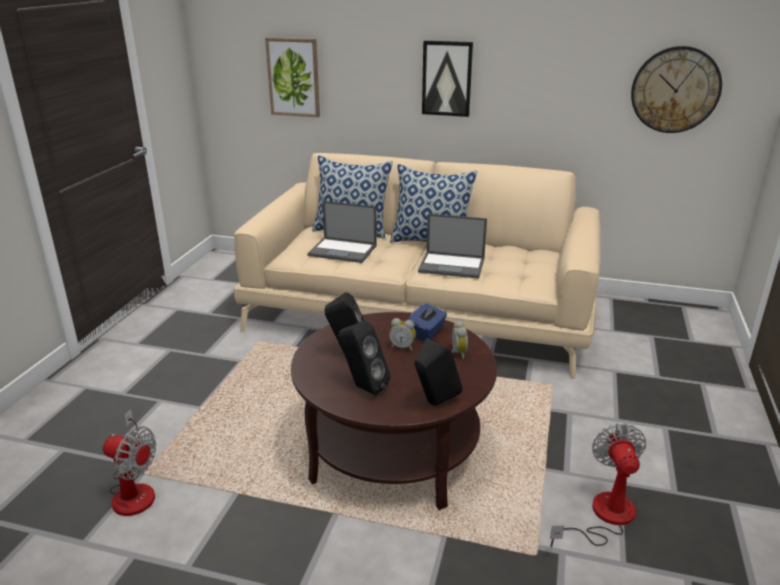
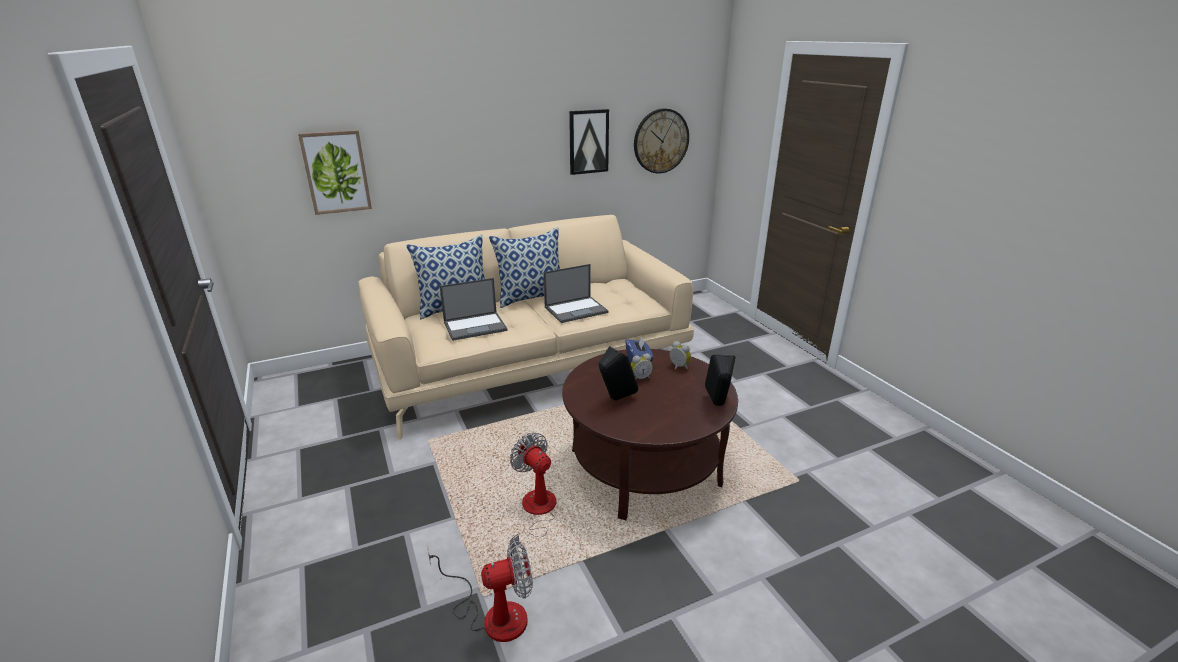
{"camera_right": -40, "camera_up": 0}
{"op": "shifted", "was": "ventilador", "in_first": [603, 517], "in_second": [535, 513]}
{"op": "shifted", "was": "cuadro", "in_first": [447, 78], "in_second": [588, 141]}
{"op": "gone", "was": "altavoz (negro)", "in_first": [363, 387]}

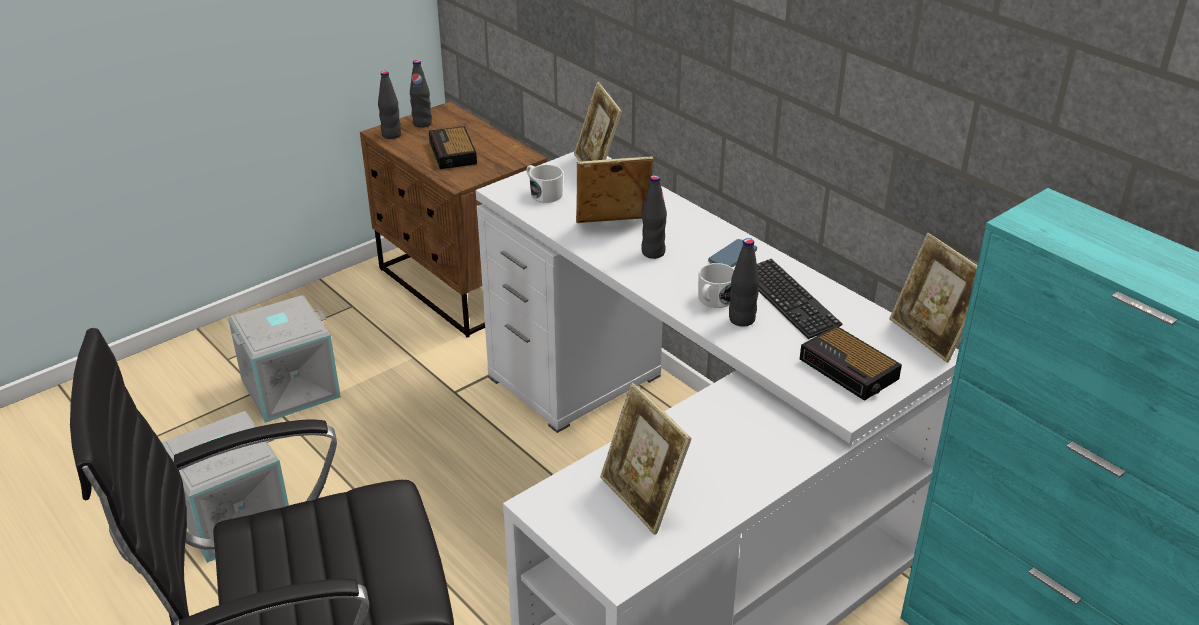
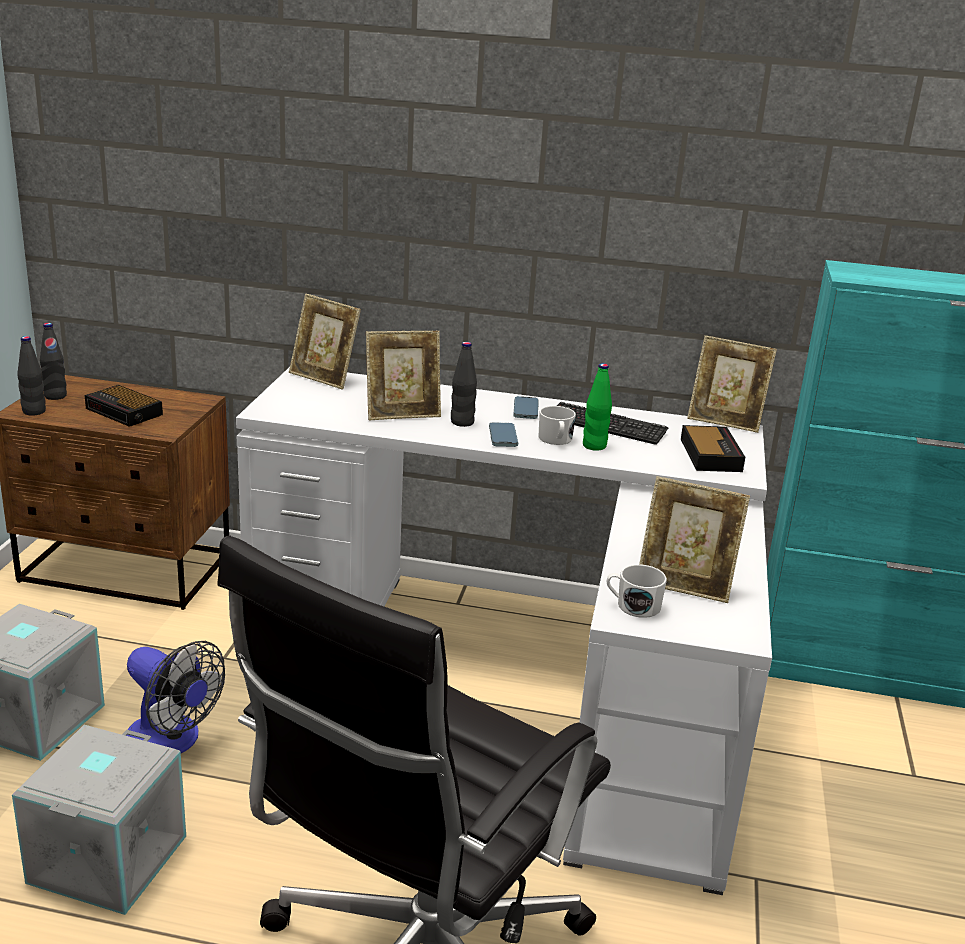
{"camera_right": -40, "camera_up": -10}
{"op": "new", "now": "ventilador", "in_second": [172, 741]}
{"op": "rotated", "was": "portarretratos", "in_first": [613, 227], "in_second": [402, 413], "clockwise": -150}
{"op": "new", "now": "móvil", "in_second": [503, 437]}
{"op": "repainted", "was": "botella (negro)", "now": "botella (verde)", "in_first": [742, 319], "in_second": [594, 446]}
{"op": "shifted", "was": "taza grande (blanco)", "in_first": [543, 193], "in_second": [633, 605]}
{"op": "rotated", "was": "despertador", "in_first": [850, 370], "in_second": [710, 454], "clockwise": -105}

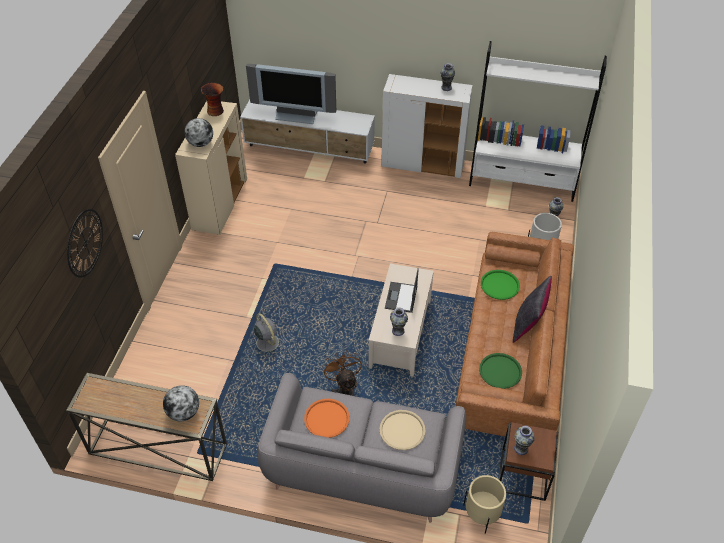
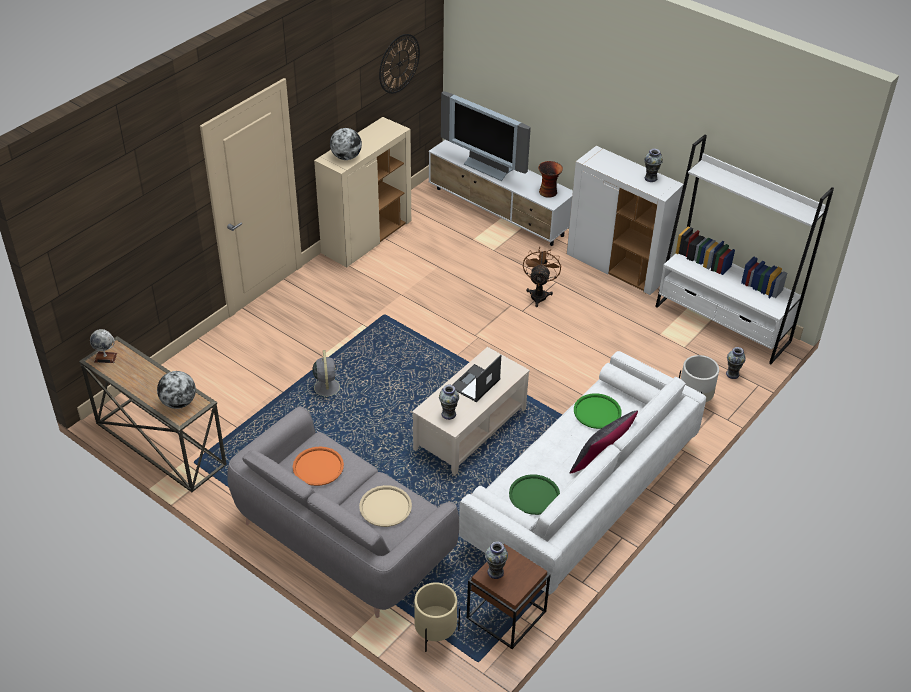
{"camera_right": 25, "camera_up": -5}
{"op": "new", "now": "globo terráqueo", "in_second": [105, 357]}
{"op": "shifted", "was": "reloj de pared", "in_first": [85, 243], "in_second": [399, 63]}
{"op": "repainted", "was": "sofá (marrón)", "now": "sofá (blanco)", "in_first": [512, 352], "in_second": [581, 493]}
{"op": "shifted", "was": "ventilador (marrón)", "in_first": [344, 390], "in_second": [539, 294]}
{"op": "shifted", "was": "florero", "in_first": [215, 111], "in_second": [548, 192]}

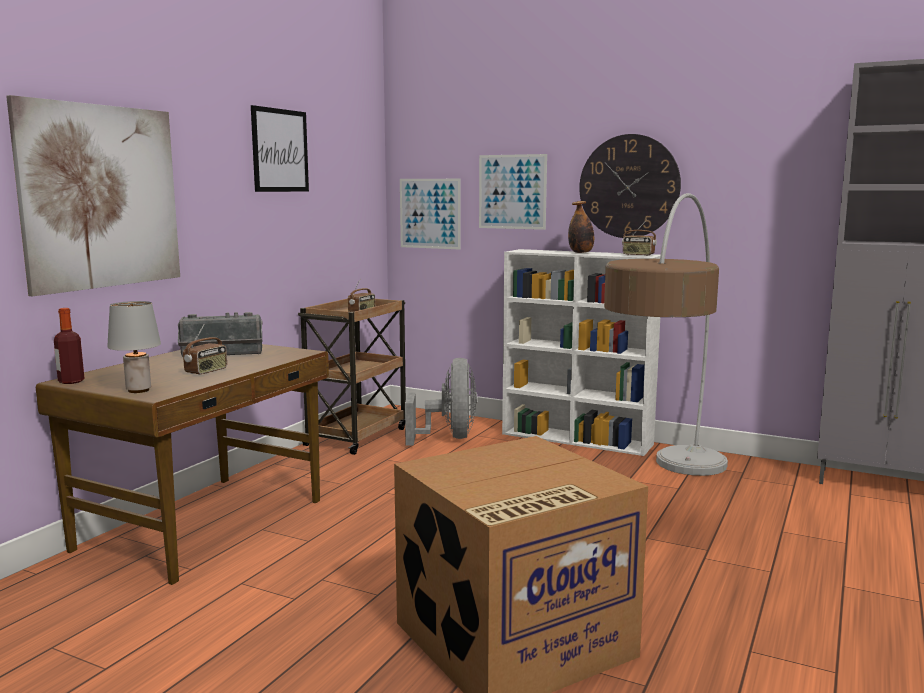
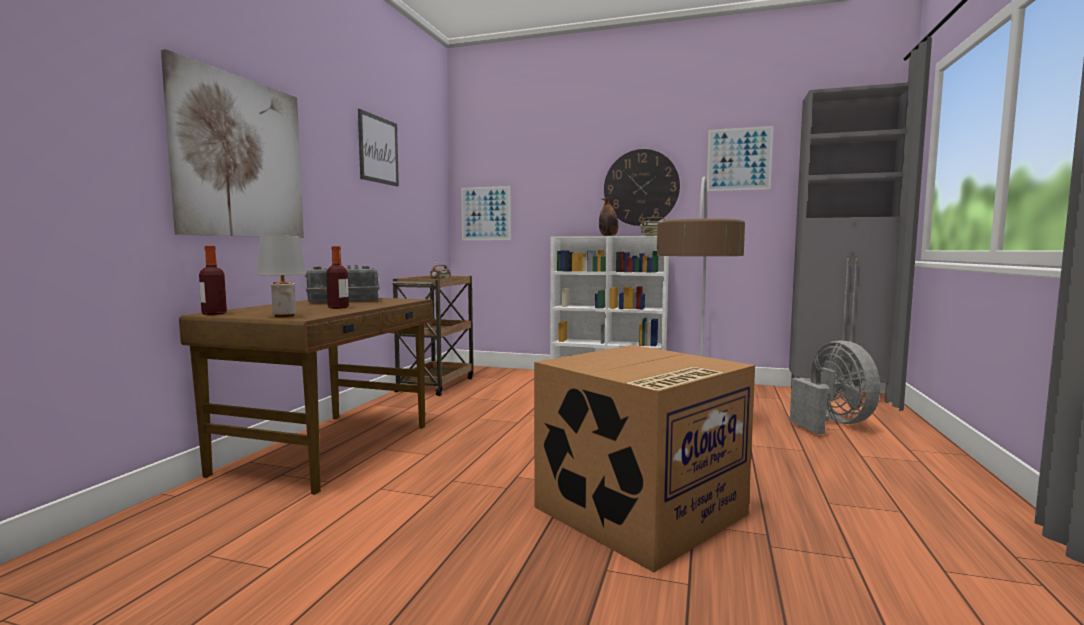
{"camera_right": -10, "camera_up": -5}
{"op": "swapped", "was": "radio", "now": "botella", "in_first": [206, 371], "in_second": [338, 307]}
{"op": "shifted", "was": "cuadro", "in_first": [512, 192], "in_second": [739, 159]}
{"op": "shifted", "was": "ventilador (gris)", "in_first": [449, 437], "in_second": [832, 423]}

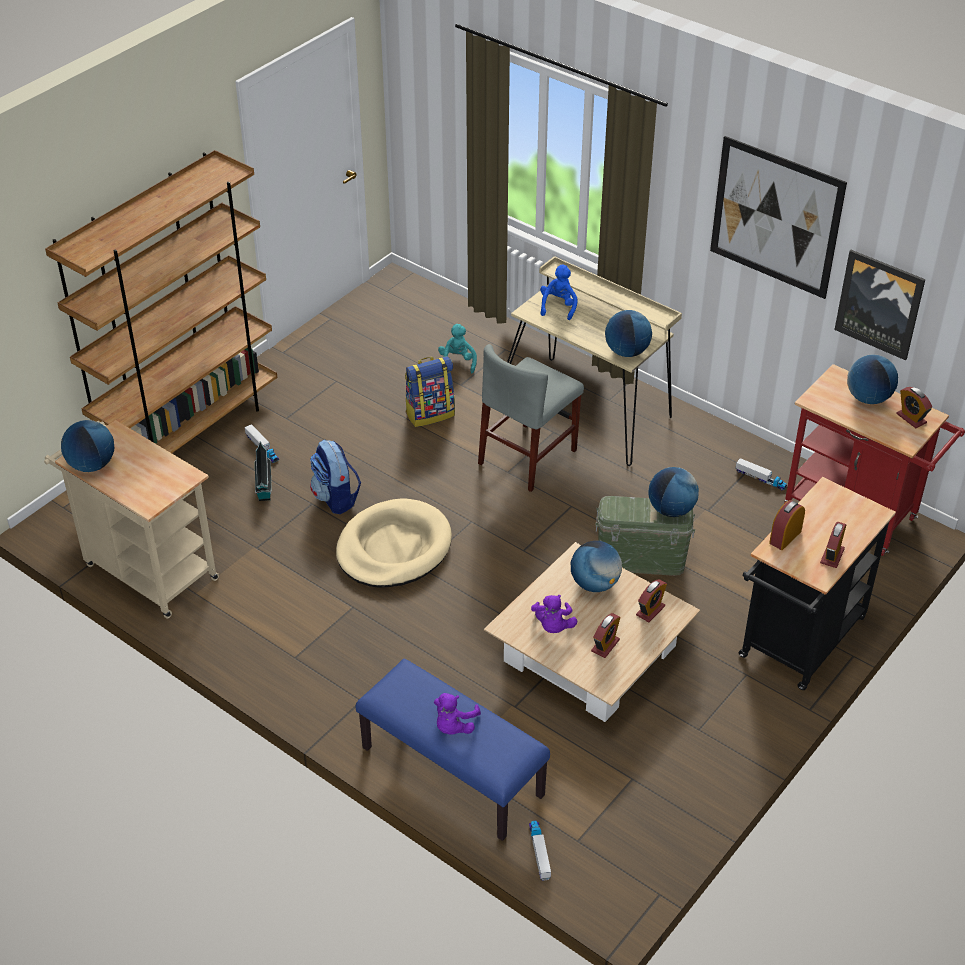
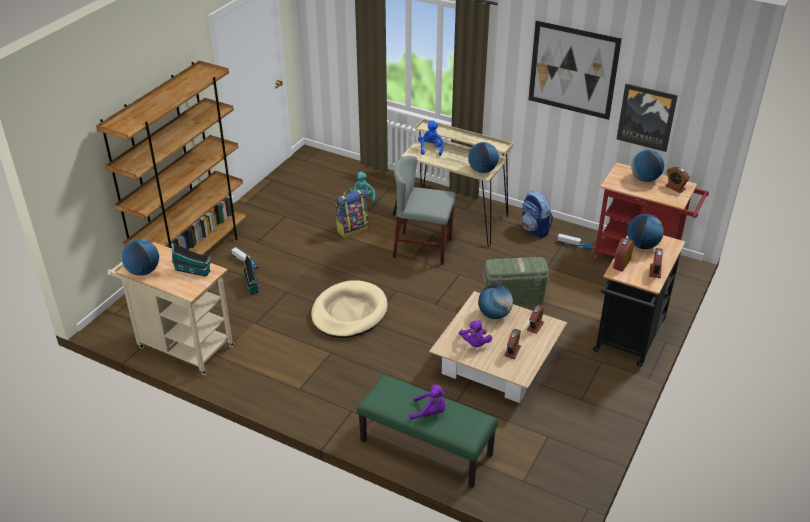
{"camera_right": -10, "camera_up": -5}
{"op": "new", "now": "casita", "in_second": [194, 271]}
{"op": "repainted", "was": "banco (azul)", "now": "banco (verde)", "in_first": [451, 772], "in_second": [425, 448]}
{"op": "rotated", "was": "silla (gris)", "in_first": [528, 457], "in_second": [422, 248], "clockwise": 75}
{"op": "rotated", "was": "peluche (morado)", "in_first": [454, 726], "in_second": [430, 412], "clockwise": -90}
{"op": "shifted", "was": "mochila", "in_first": [336, 498], "in_second": [535, 230]}
{"op": "shifted", "was": "globo terráqueo", "in_first": [671, 510], "in_second": [642, 245]}
{"op": "gone", "was": "camión de juguete", "in_first": [539, 852]}

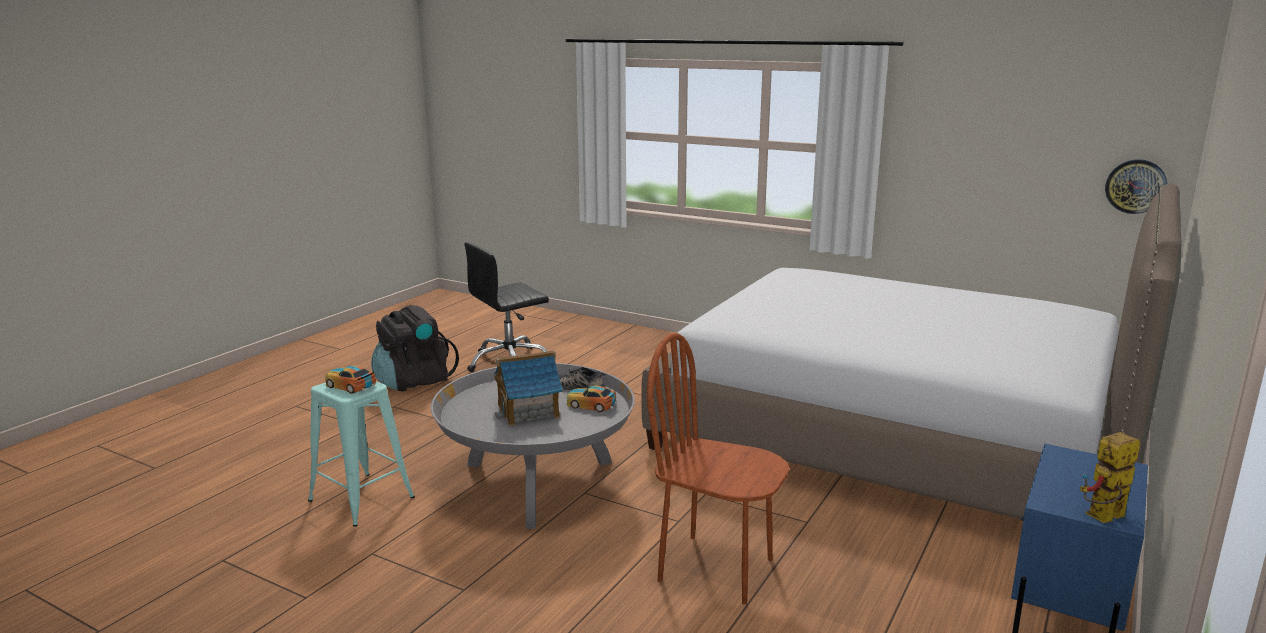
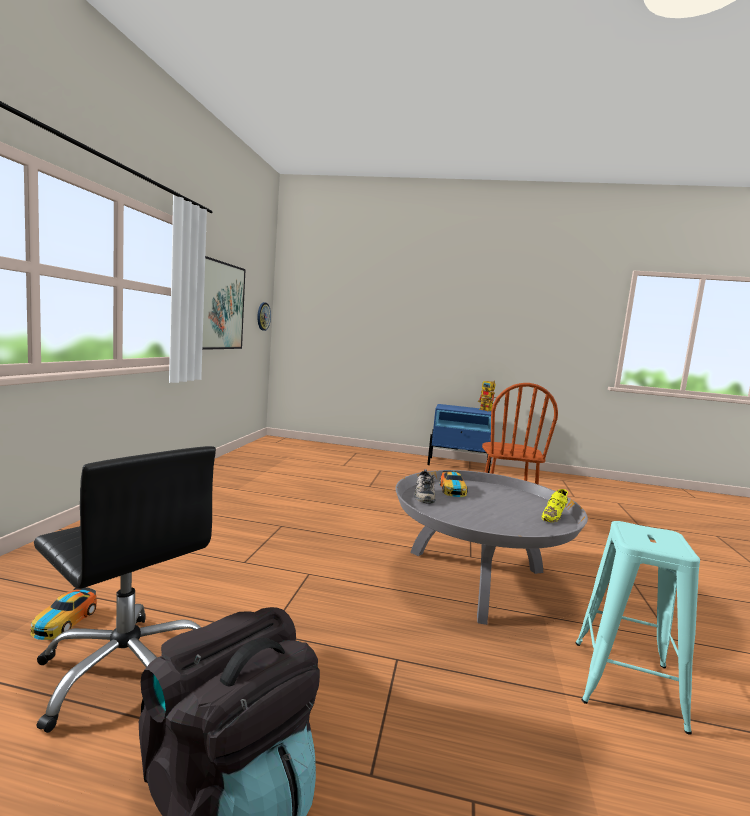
{"camera_right": -110, "camera_up": -10}
{"op": "shifted", "was": "coche de juguete", "in_first": [350, 385], "in_second": [64, 621]}
{"op": "new", "now": "cuadro", "in_second": [219, 306]}
{"op": "new", "now": "zapato (amarillo)", "in_second": [554, 517]}
{"op": "gone", "was": "casita", "in_first": [528, 411]}
{"op": "gone", "was": "cama", "in_first": [895, 438]}

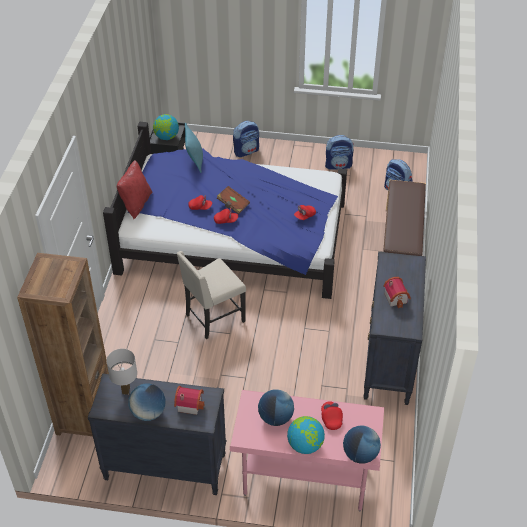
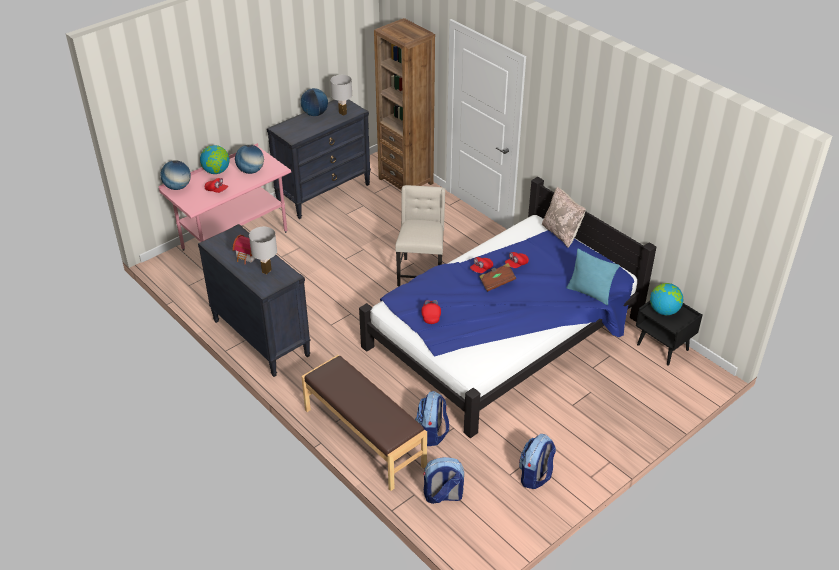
{"camera_right": 130, "camera_up": -5}
{"op": "new", "now": "lámpara de mesa (blanco)", "in_second": [266, 271]}
{"op": "shifted", "was": "mochila", "in_first": [246, 151], "in_second": [432, 433]}
{"op": "repainted", "was": "cojín (rojo)", "now": "cojín (beis)", "in_first": [136, 204], "in_second": [561, 233]}
{"op": "gone", "was": "casita", "in_first": [189, 403]}

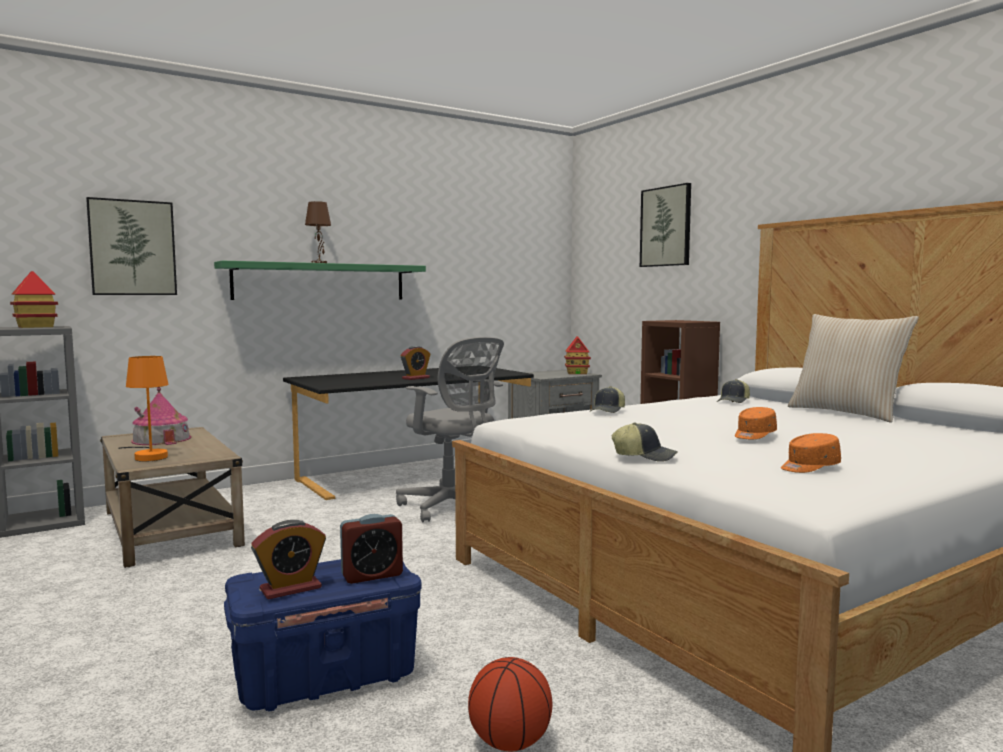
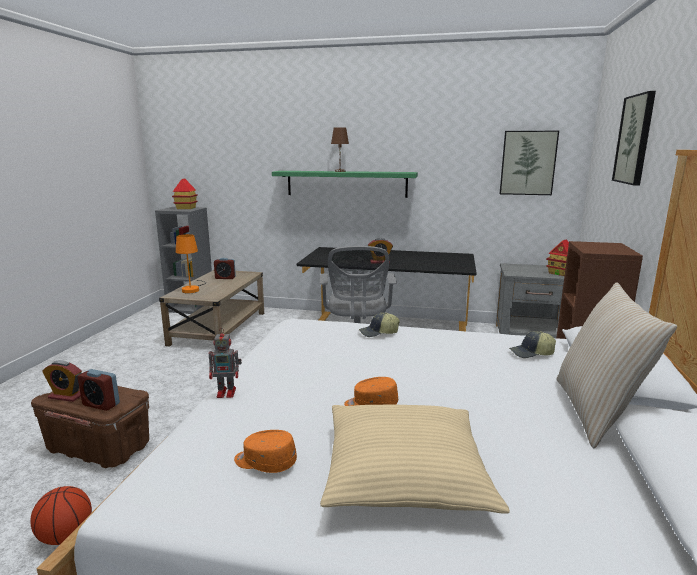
{"camera_right": 45, "camera_up": 10}
{"op": "repainted", "was": "caja de almacenaje (azul)", "now": "caja de almacenaje (marrón)", "in_first": [327, 677], "in_second": [100, 448]}
{"op": "swapped", "was": "gorra", "now": "robot de juguete", "in_first": [645, 456], "in_second": [227, 392]}
{"op": "swapped", "was": "casita", "now": "despertador", "in_first": [161, 439], "in_second": [225, 278]}
{"op": "new", "now": "cojín (beis)", "in_second": [404, 472]}
{"op": "shifted", "was": "cuadro", "in_first": [132, 248], "in_second": [528, 163]}

